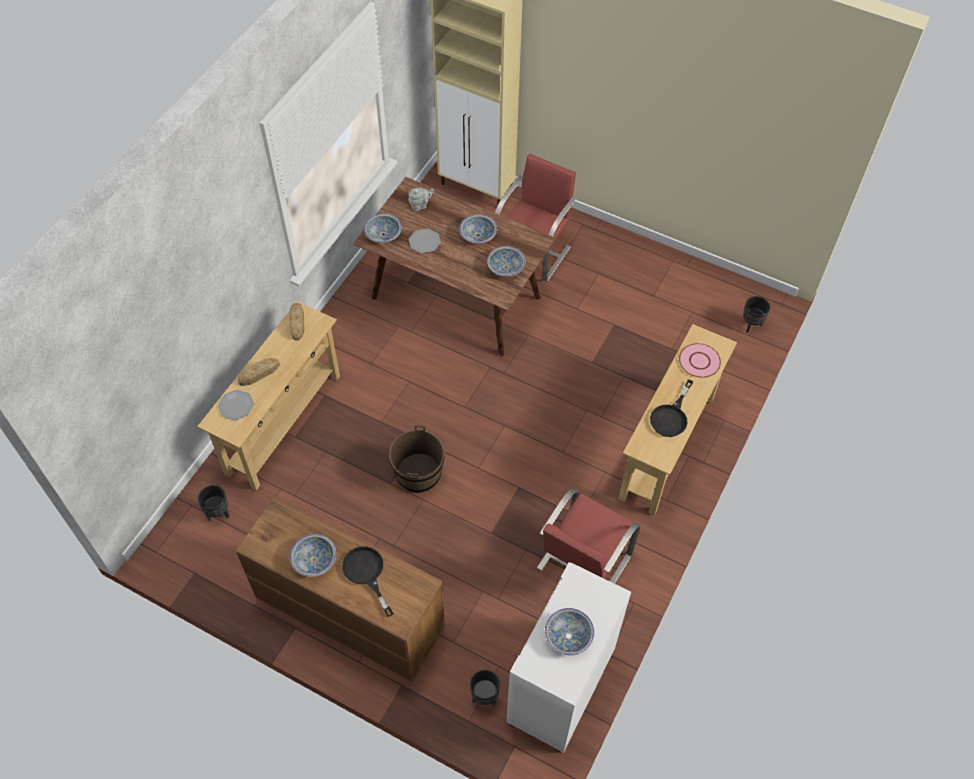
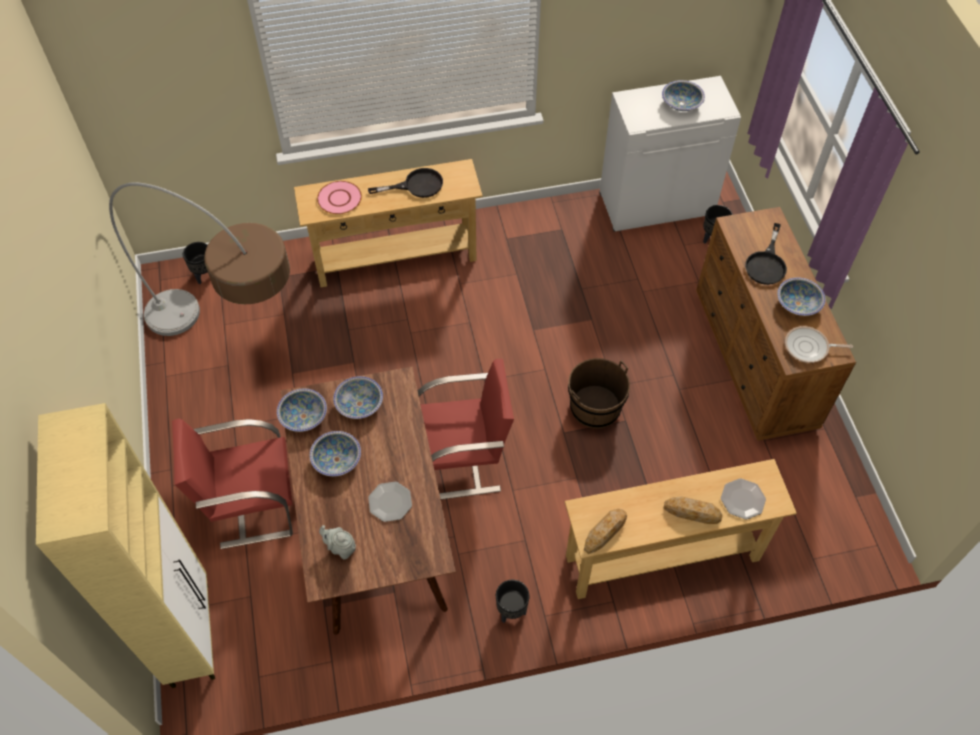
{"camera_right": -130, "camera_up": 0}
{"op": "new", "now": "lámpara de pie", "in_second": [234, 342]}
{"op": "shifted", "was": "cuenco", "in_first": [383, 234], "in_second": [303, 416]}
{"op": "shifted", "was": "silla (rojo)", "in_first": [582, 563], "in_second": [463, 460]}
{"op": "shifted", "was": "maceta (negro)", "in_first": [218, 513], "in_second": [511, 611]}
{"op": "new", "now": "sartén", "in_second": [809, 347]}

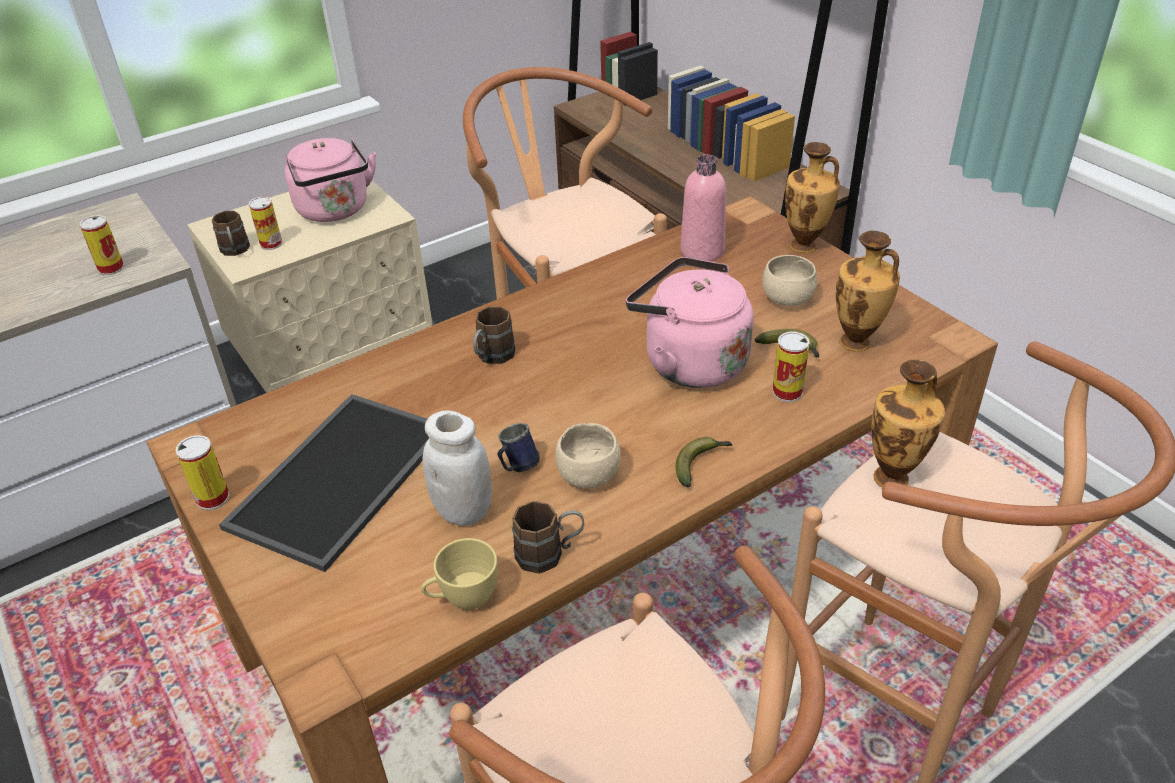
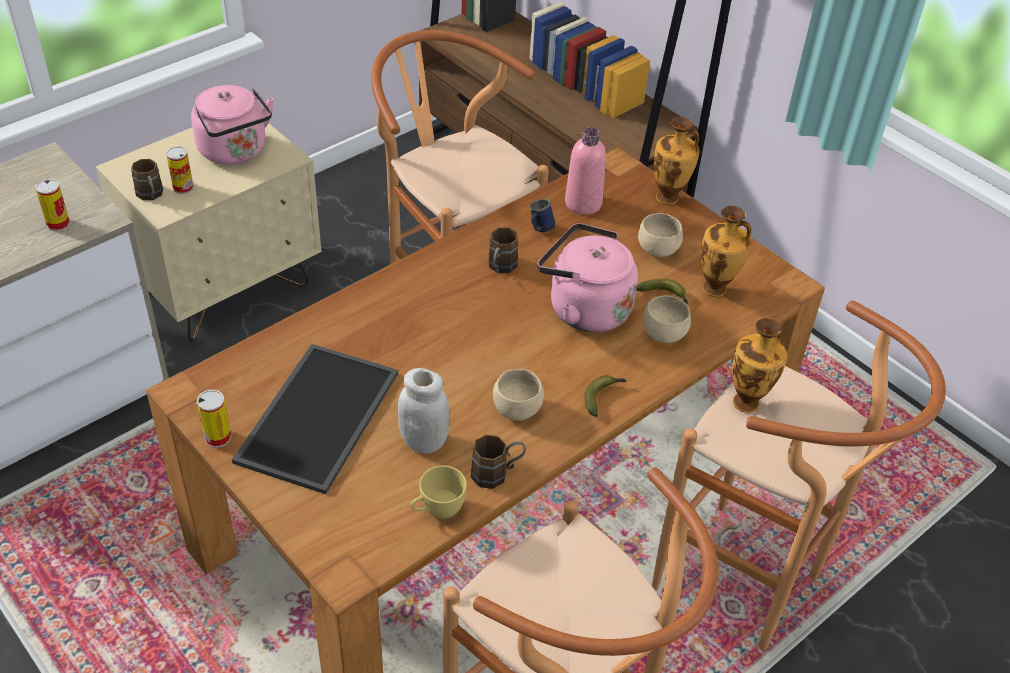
{"camera_right": -10, "camera_up": 5}
{"op": "shifted", "was": "taza grande (marrón)", "in_first": [492, 358], "in_second": [500, 268]}
{"op": "shifted", "was": "taza grande (azul)", "in_first": [517, 467], "in_second": [539, 229]}
{"op": "swapped", "was": "lata", "now": "cuenco (beis)", "in_first": [787, 392], "in_second": [664, 334]}

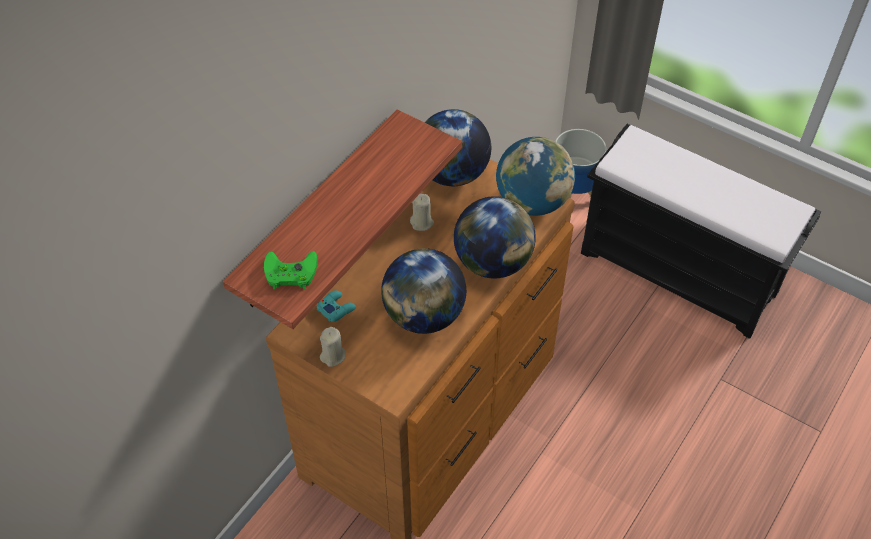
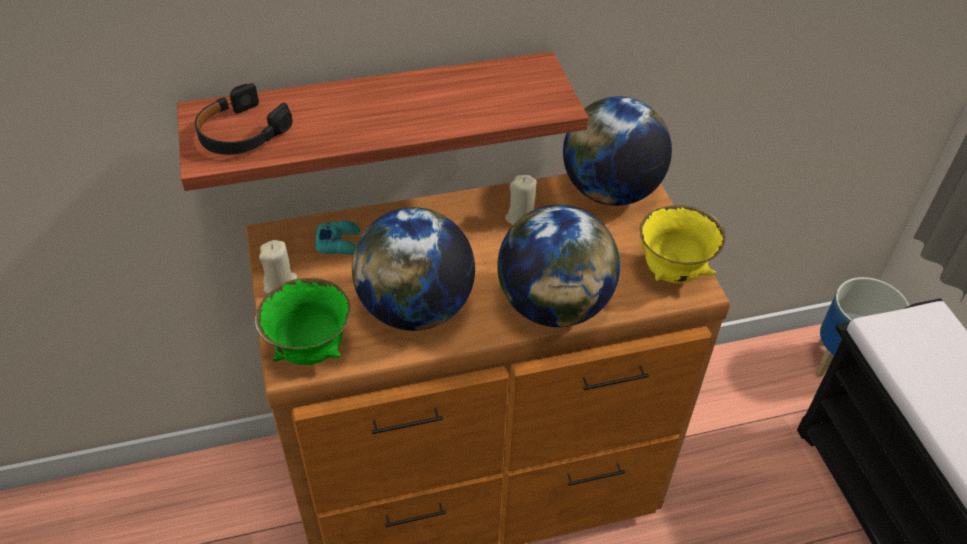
{"camera_right": 40, "camera_up": -5}
{"op": "swapped", "was": "mando de consola (verde)", "now": "auriculares (negro)", "in_first": [288, 273], "in_second": [241, 132]}
{"op": "new", "now": "cuenco (verde)", "in_second": [310, 350]}
{"op": "swapped", "was": "globo terráqueo", "now": "cuenco (amarillo)", "in_first": [532, 202], "in_second": [673, 273]}

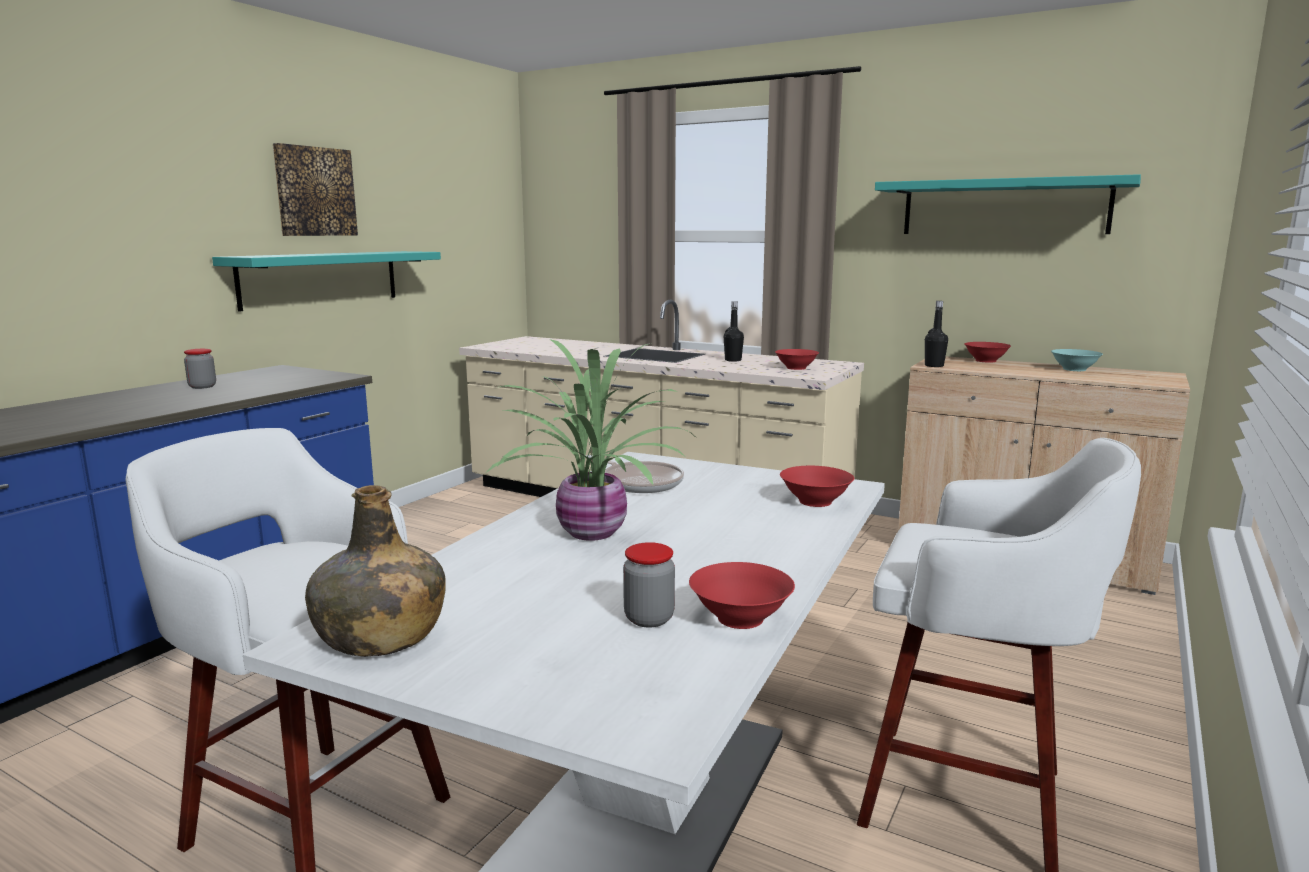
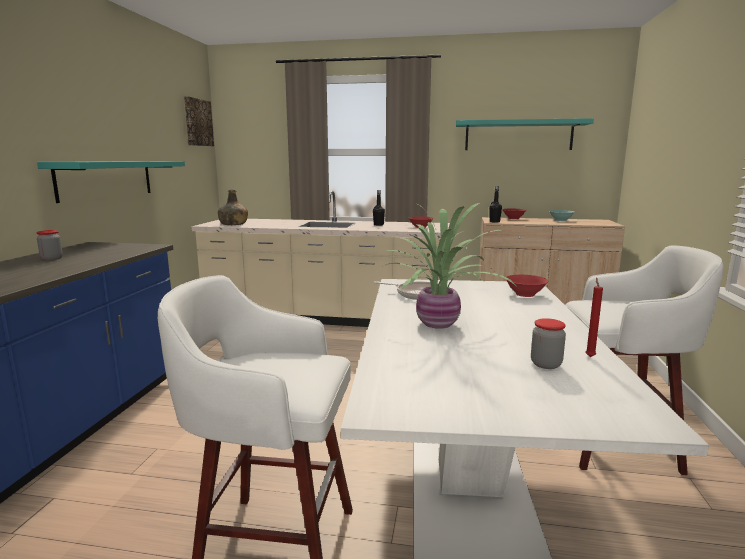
{"camera_right": -20, "camera_up": 0}
{"op": "shifted", "was": "cuadro", "in_first": [314, 191], "in_second": [197, 122]}
{"op": "shifted", "was": "botella (verde)", "in_first": [380, 636], "in_second": [233, 224]}
{"op": "swapped", "was": "cuenco (rojo)", "now": "vela (rojo)", "in_first": [741, 618], "in_second": [589, 356]}

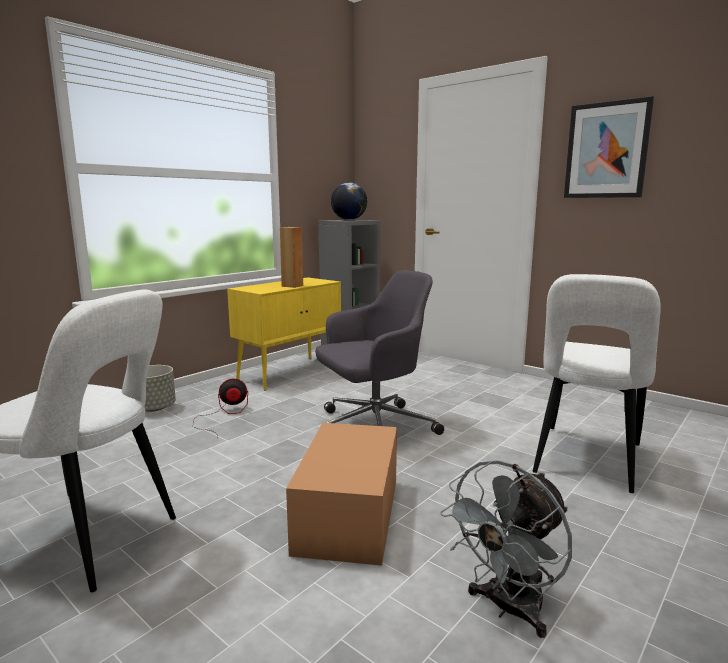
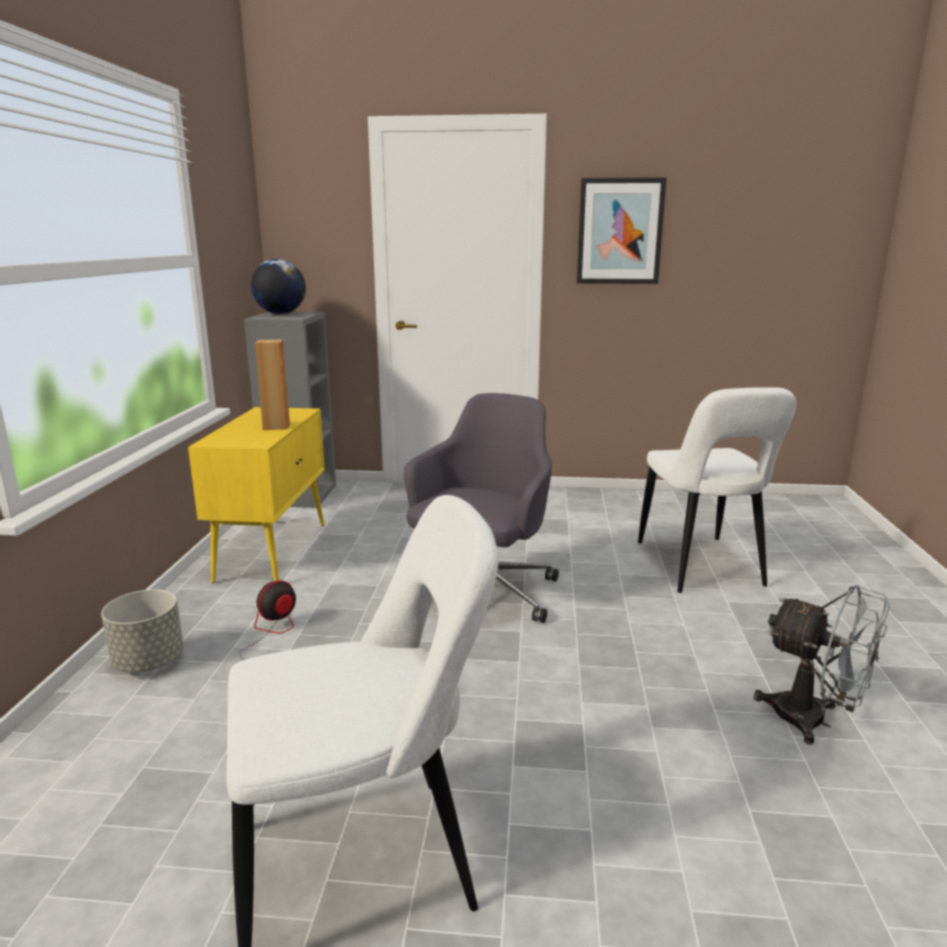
{"camera_right": -35, "camera_up": 5}
{"op": "rotated", "was": "ventilador (gris)", "in_first": [508, 609], "in_second": [813, 721], "clockwise": -60}
{"op": "gone", "was": "caja de cartón", "in_first": [349, 514]}

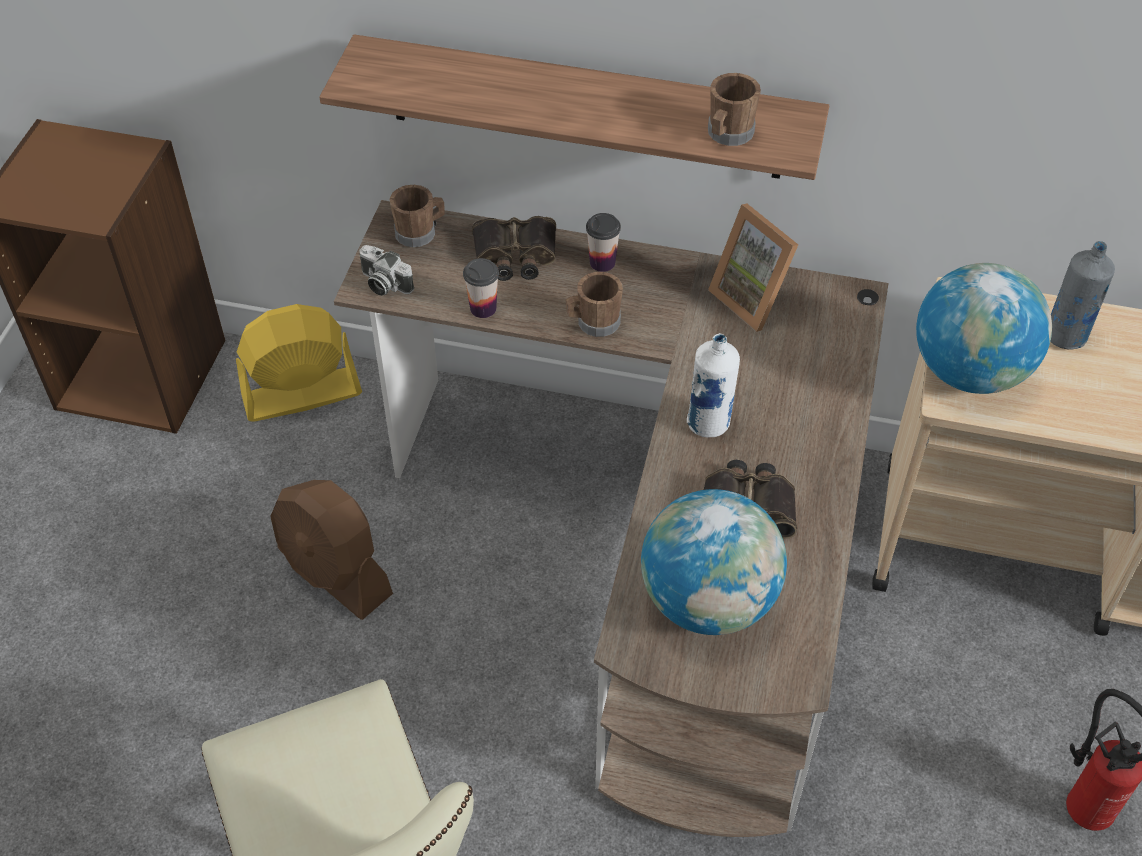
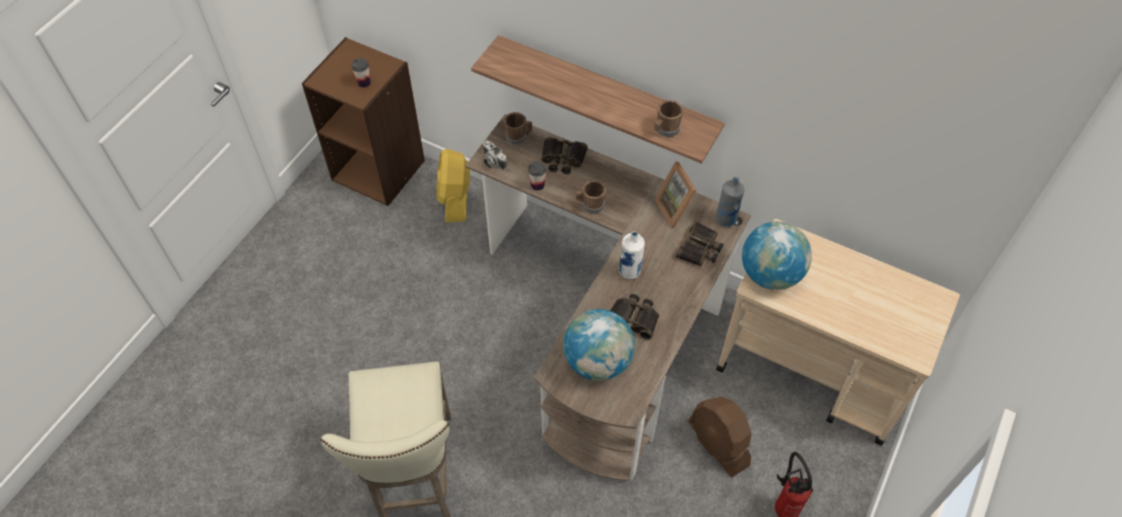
{"camera_right": 15, "camera_up": 5}
{"op": "shifted", "was": "taza", "in_first": [602, 262], "in_second": [364, 82]}
{"op": "rotated", "was": "ventilador (amarillo)", "in_first": [301, 394], "in_second": [455, 198], "clockwise": -90}
{"op": "new", "now": "prismáticos", "in_second": [700, 249]}
{"op": "shifted", "was": "ventilador (marrón)", "in_first": [335, 572], "in_second": [718, 444]}
{"op": "shifted", "was": "botella (gris)", "in_first": [1065, 336], "in_second": [726, 219]}

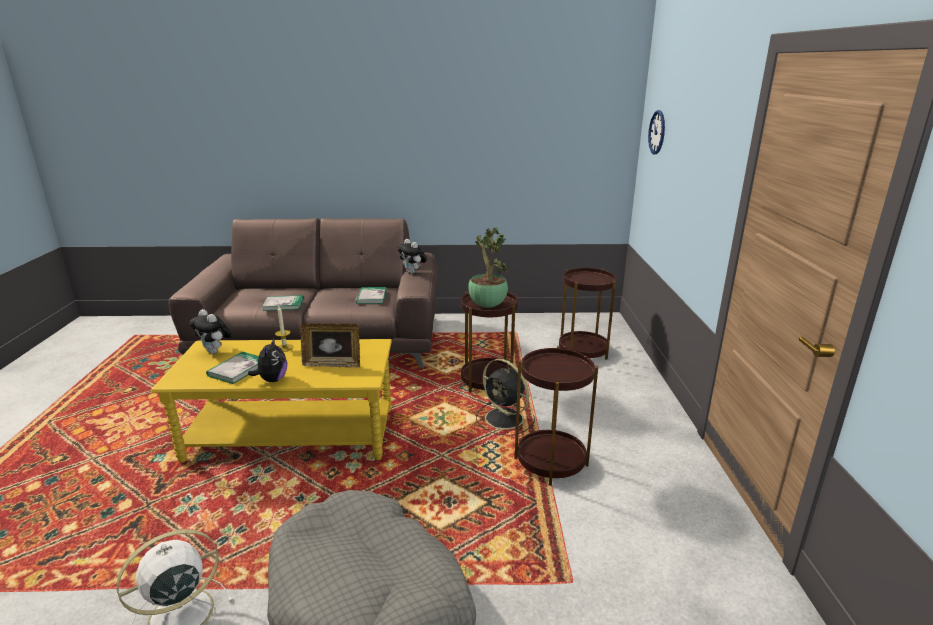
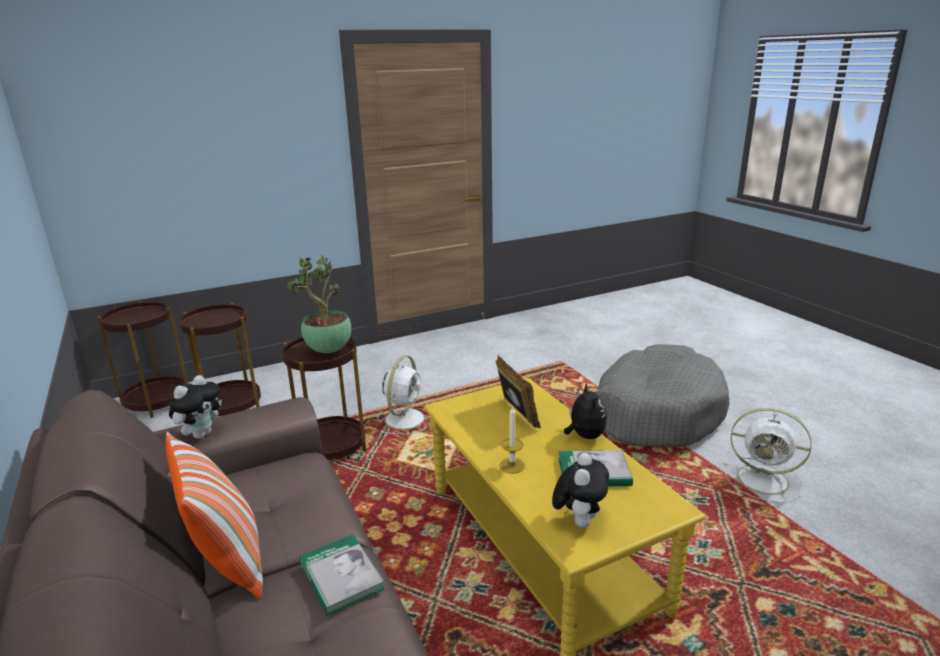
{"camera_right": -115, "camera_up": 0}
{"op": "shifted", "was": "mesa auxiliar (marrón)", "in_first": [551, 462], "in_second": [157, 401]}
{"op": "new", "now": "cojín", "in_second": [228, 561]}
{"op": "repainted", "was": "ventilador (negro)", "now": "ventilador (blanco)", "in_first": [505, 419], "in_second": [405, 418]}
{"op": "rotated", "was": "peluche", "in_first": [272, 380], "in_second": [584, 436], "clockwise": 105}
{"op": "gone", "was": "libro", "in_first": [371, 297]}
{"op": "gone", "was": "reloj de pared", "in_first": [657, 132]}

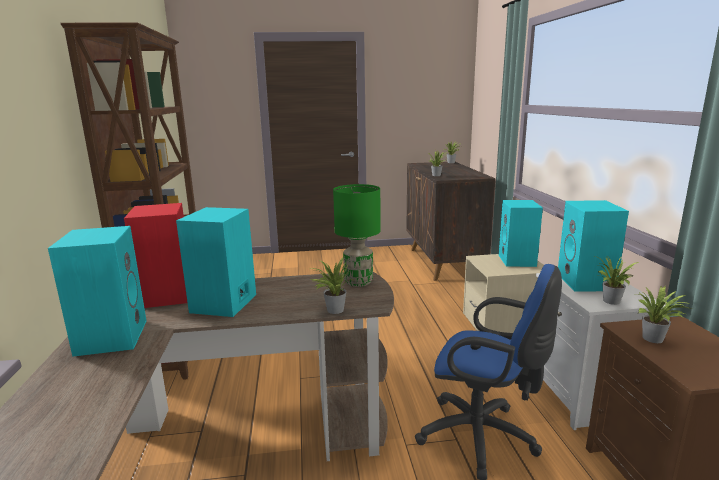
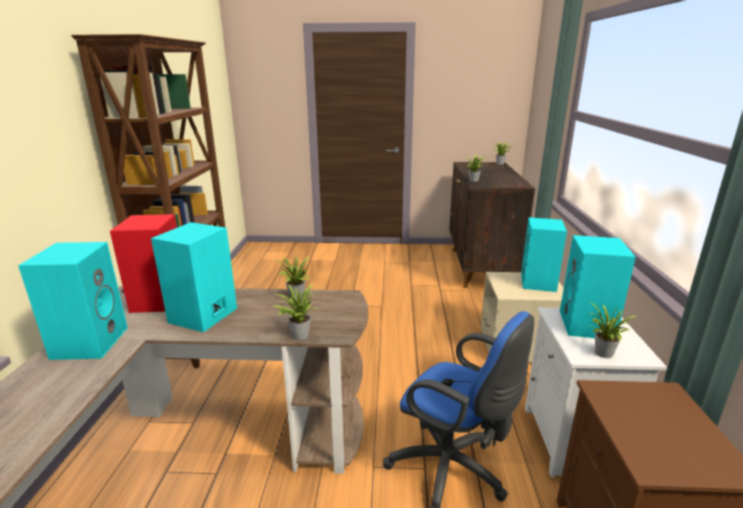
{"camera_right": 10, "camera_up": 5}
{"op": "shifted", "was": "planta en maceta", "in_first": [655, 340], "in_second": [296, 298]}
{"op": "gone", "was": "lámpara de mesa (verde)", "in_first": [358, 282]}

